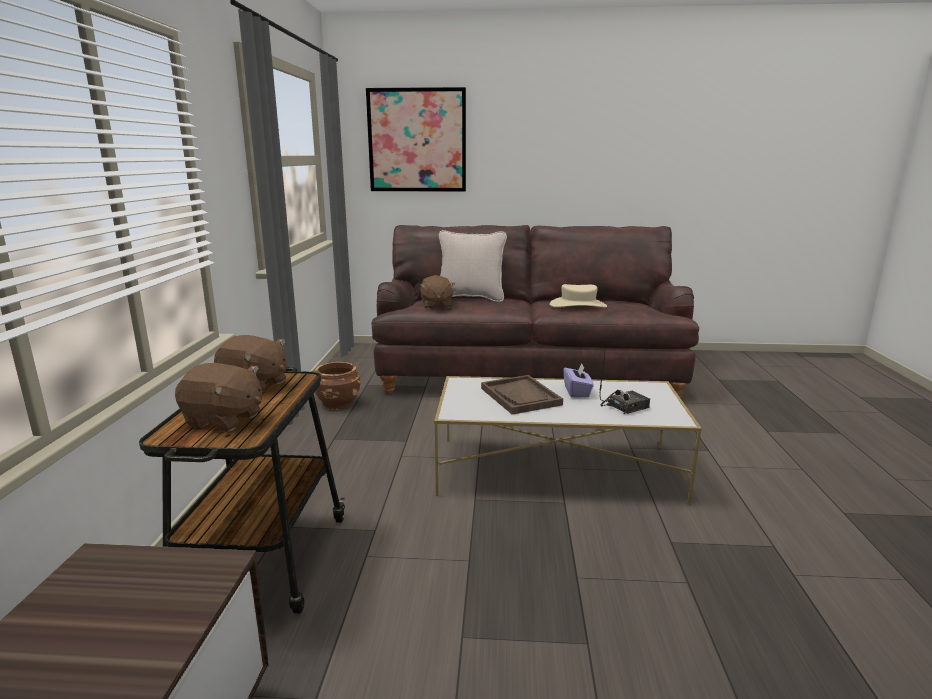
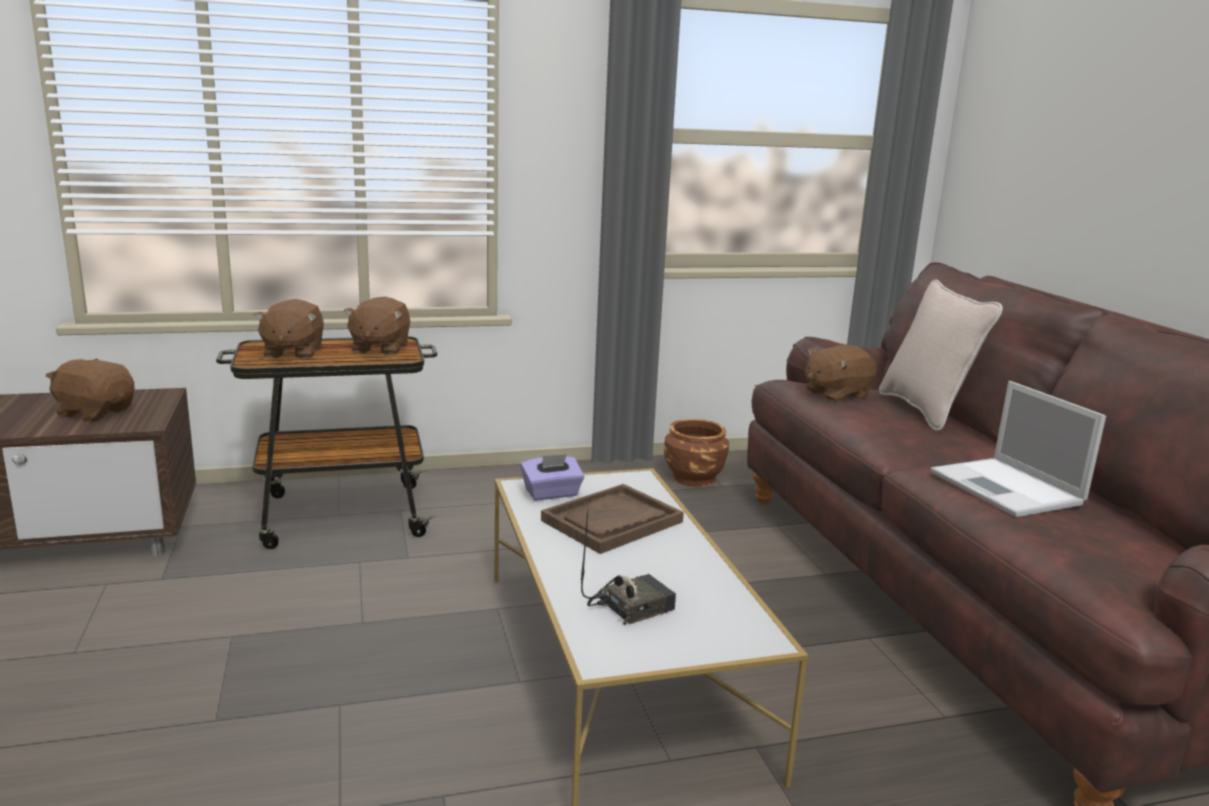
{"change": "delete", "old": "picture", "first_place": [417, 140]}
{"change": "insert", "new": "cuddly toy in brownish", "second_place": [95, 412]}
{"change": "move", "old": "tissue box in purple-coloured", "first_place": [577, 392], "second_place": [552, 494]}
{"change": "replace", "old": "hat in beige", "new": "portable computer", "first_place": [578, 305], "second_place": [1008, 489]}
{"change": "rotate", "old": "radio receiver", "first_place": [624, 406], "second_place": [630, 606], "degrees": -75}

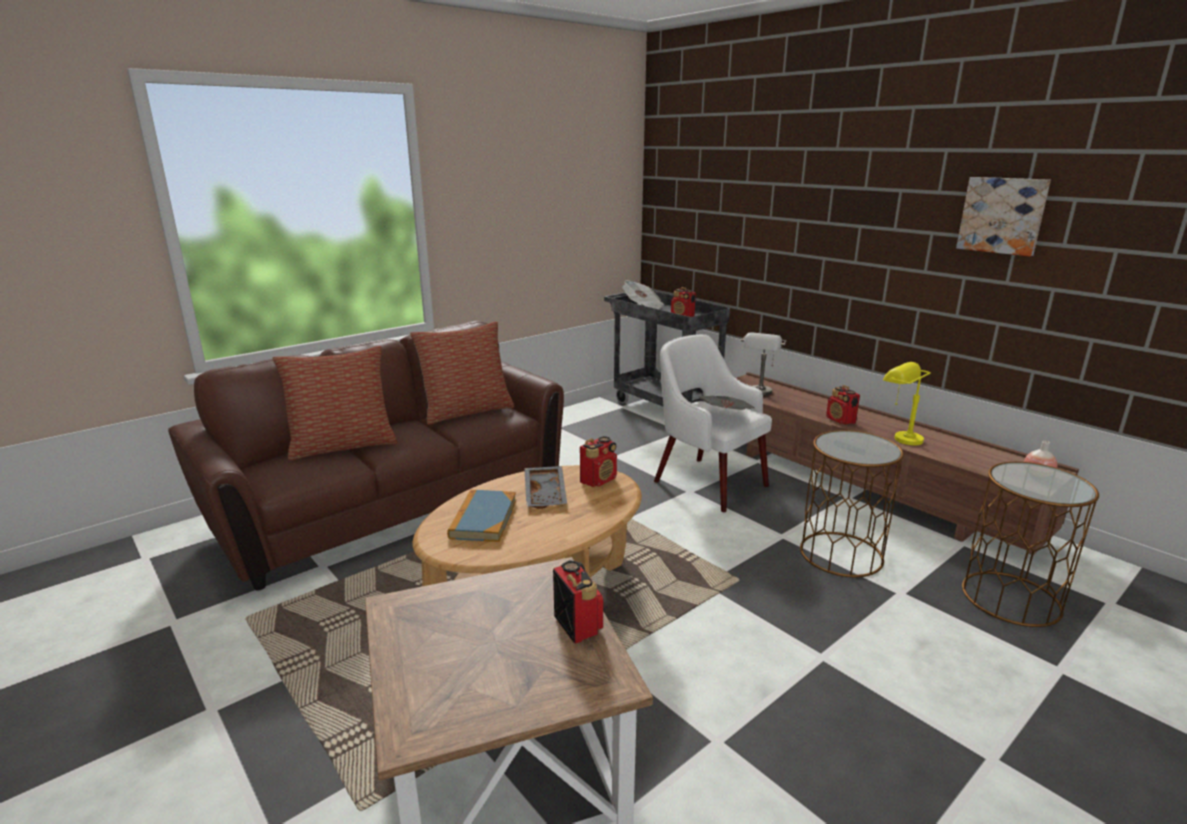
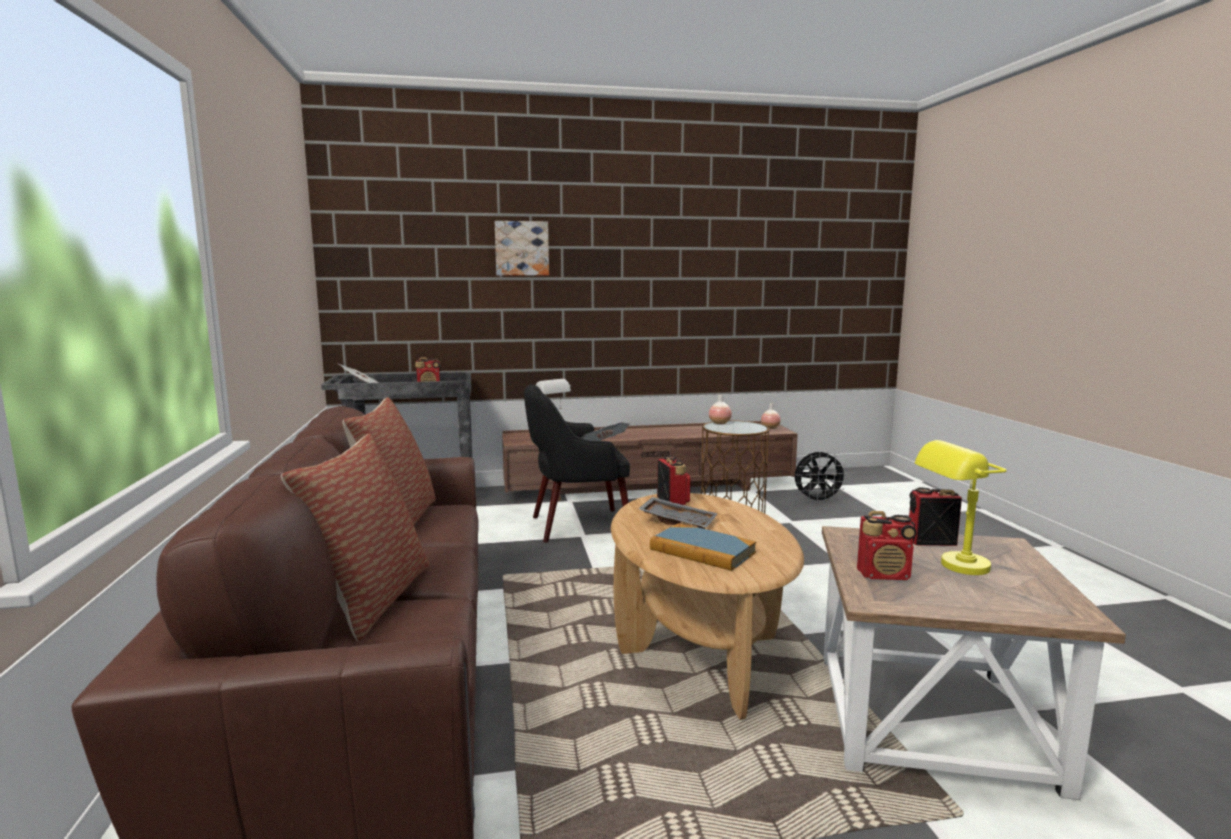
{"change": "insert", "new": "vase", "second_place": [719, 423]}
{"change": "move", "old": "radio receiver", "first_place": [841, 420], "second_place": [884, 575]}
{"change": "move", "old": "tabletop lamp in yellow-coloured", "first_place": [898, 437], "second_place": [952, 568]}
{"change": "move", "old": "picture", "first_place": [1002, 215], "second_place": [521, 248]}
{"change": "replace", "old": "end table in brownish", "new": "fan in black-coloured", "first_place": [1011, 598], "second_place": [817, 501]}
{"change": "recolor", "old": "armchair in white-coloured", "new": "armchair in black-coloured", "first_place": [707, 482], "second_place": [577, 525]}

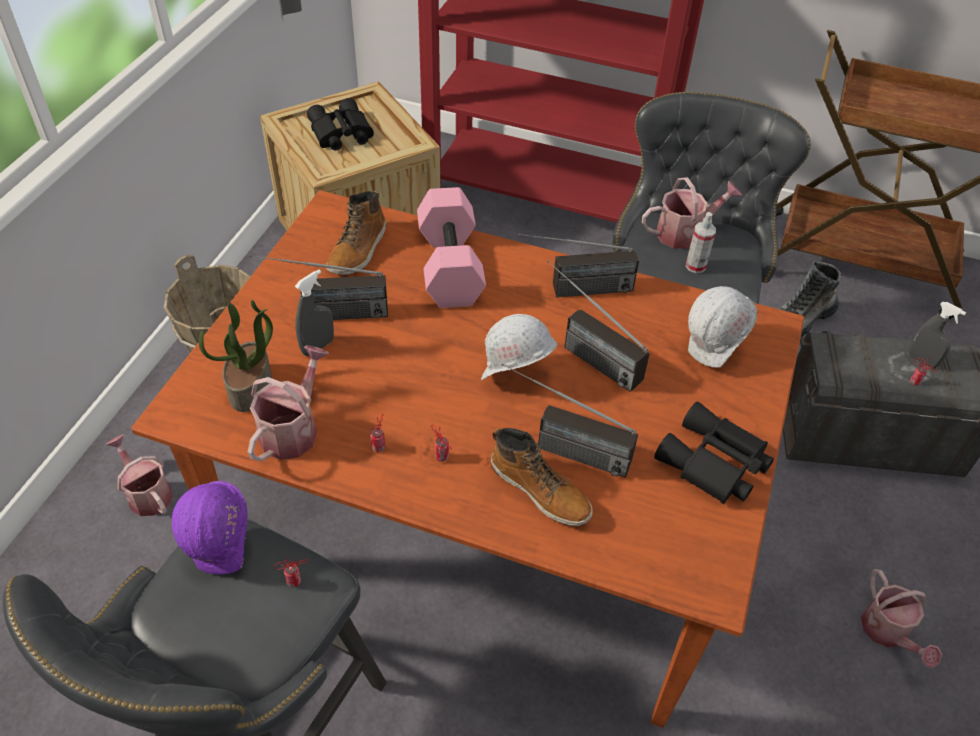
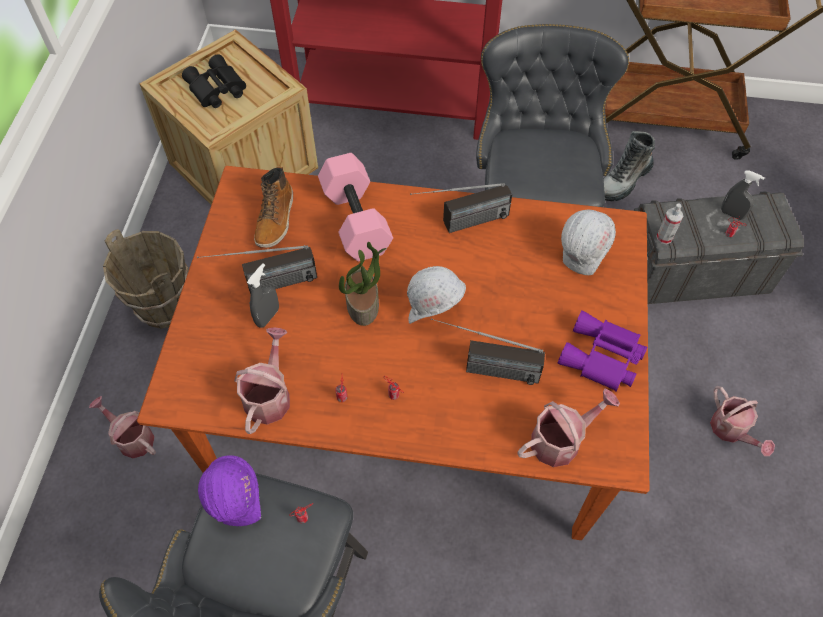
{"change": "delete", "old": "tall boot", "first_place": [540, 490]}
{"change": "delete", "old": "radio receiver", "first_place": [583, 353]}
{"change": "move", "old": "houseplant", "first_place": [251, 387], "second_place": [363, 304]}
{"change": "move", "old": "watering can", "first_place": [684, 233], "second_place": [561, 440]}
{"change": "move", "old": "spray bottle", "first_place": [695, 266], "second_place": [664, 237]}
{"change": "recolor", "old": "pair of binoculars in black-coloured", "new": "pair of binoculars in purple-coloured", "first_place": [713, 464], "second_place": [602, 358]}

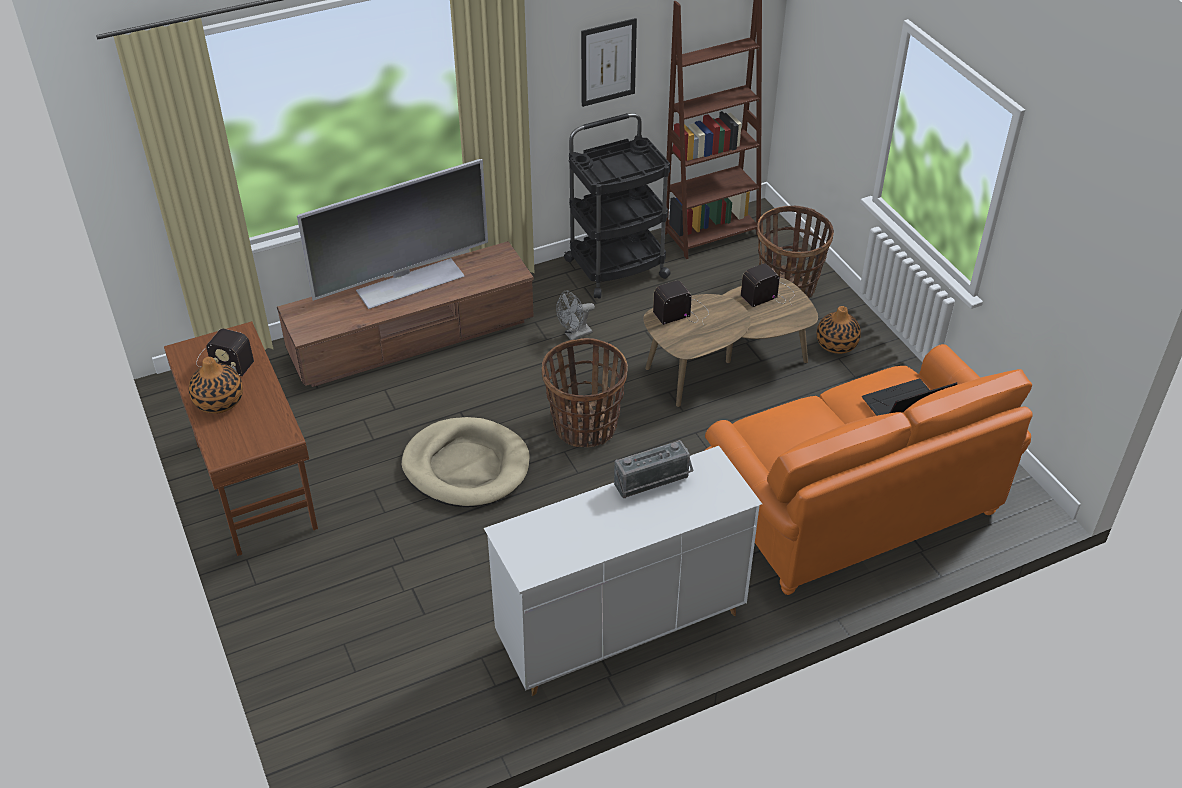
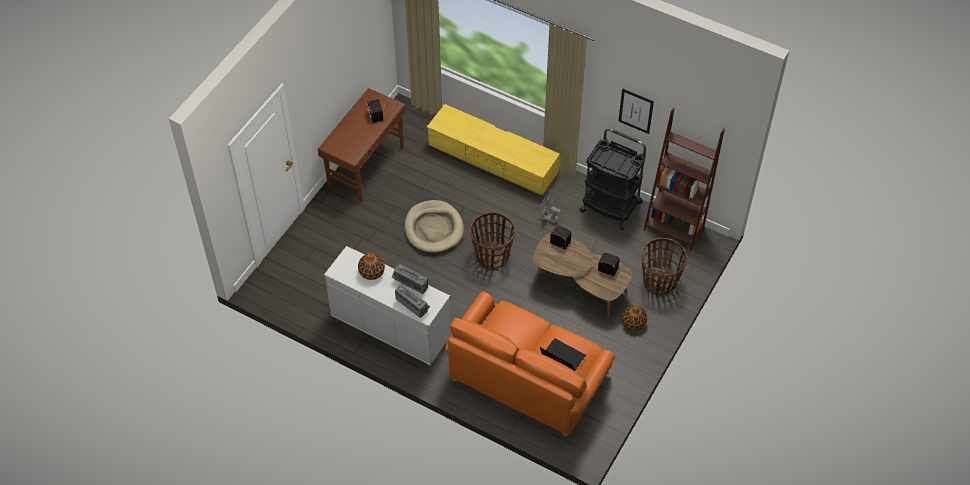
{"change": "delete", "old": "TV set", "first_place": [409, 282]}
{"change": "insert", "new": "radio receiver", "second_place": [413, 304]}
{"change": "move", "old": "vase", "first_place": [219, 401], "second_place": [371, 272]}
{"change": "recolor", "old": "media console in brownish", "new": "media console in yellow-coloured", "first_place": [412, 339], "second_place": [493, 161]}

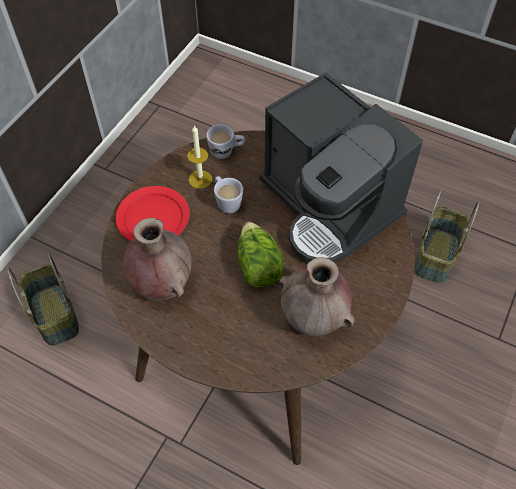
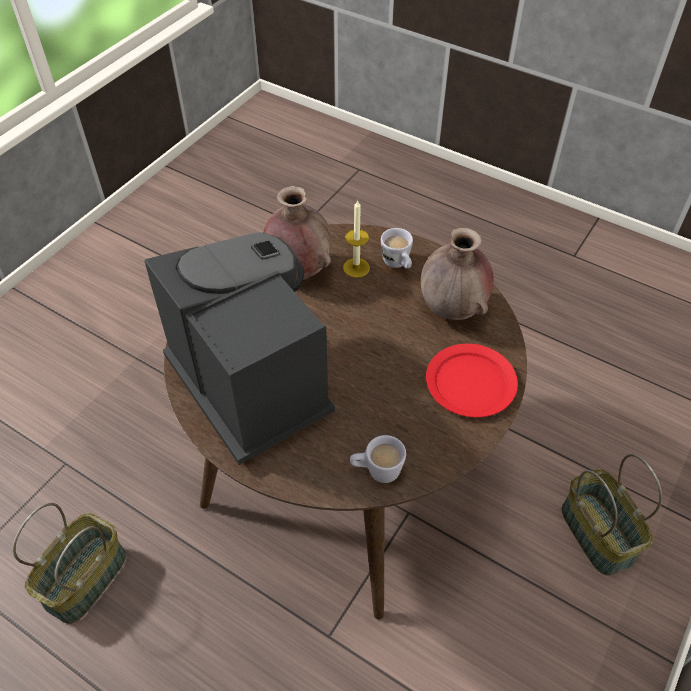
{"change": "delete", "old": "lettuce", "first_place": [258, 265]}
{"change": "move", "old": "wax light", "first_place": [200, 179], "second_place": [356, 267]}
{"change": "move", "old": "tea mug in white-coloured", "first_place": [226, 202], "second_place": [398, 264]}

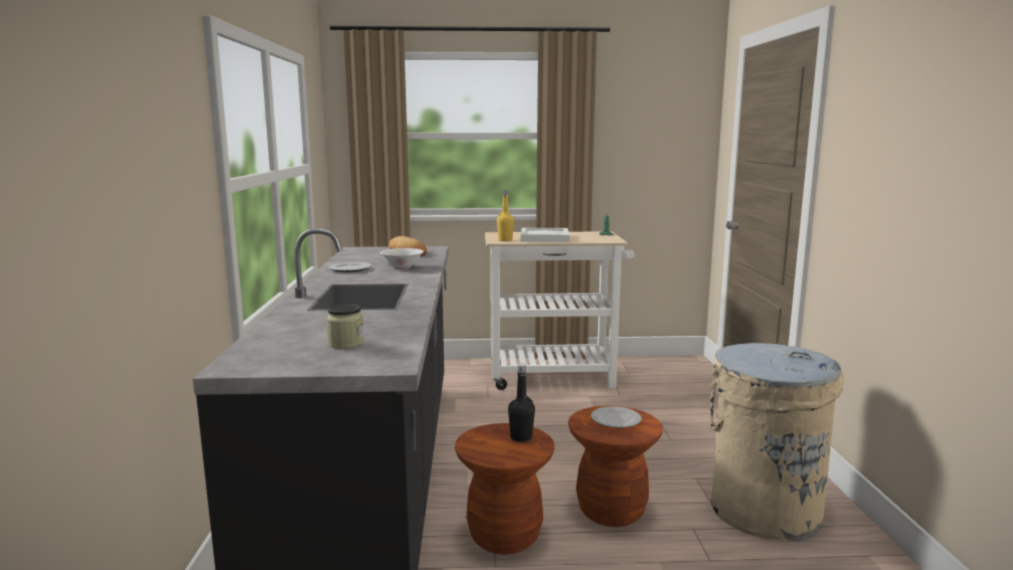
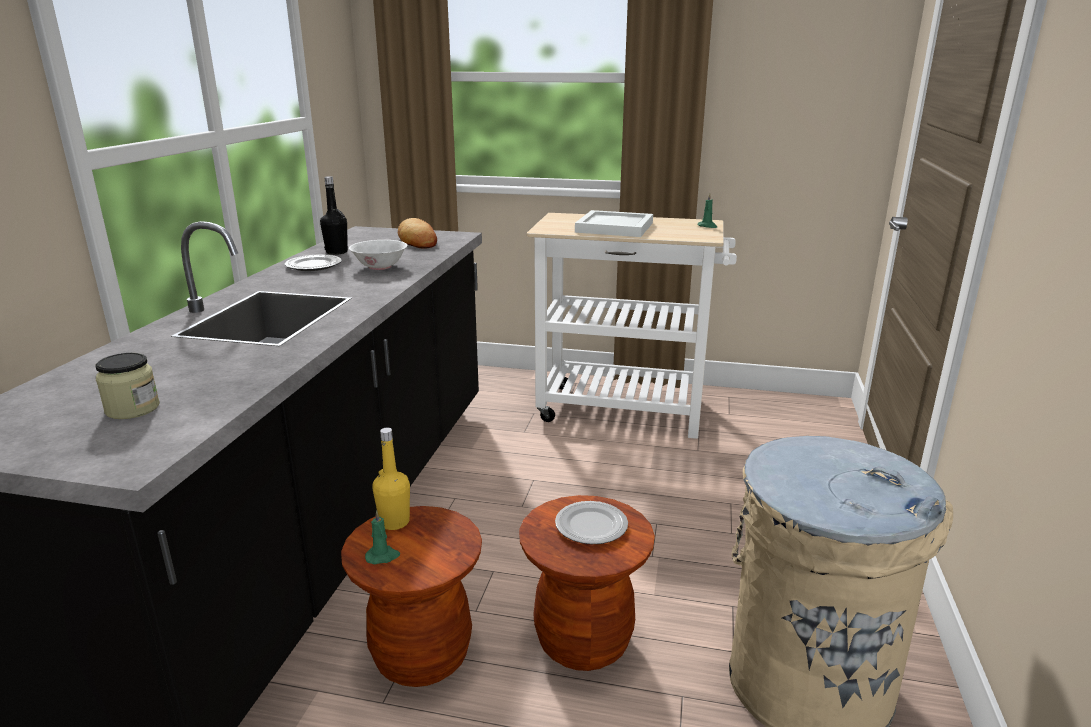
{"change": "insert", "new": "wax light in green", "second_place": [383, 556]}
{"change": "move", "old": "beverage bottle in yellow-coloured", "first_place": [505, 240], "second_place": [394, 522]}
{"change": "move", "old": "beverage bottle in black-coloured", "first_place": [521, 437], "second_place": [337, 252]}

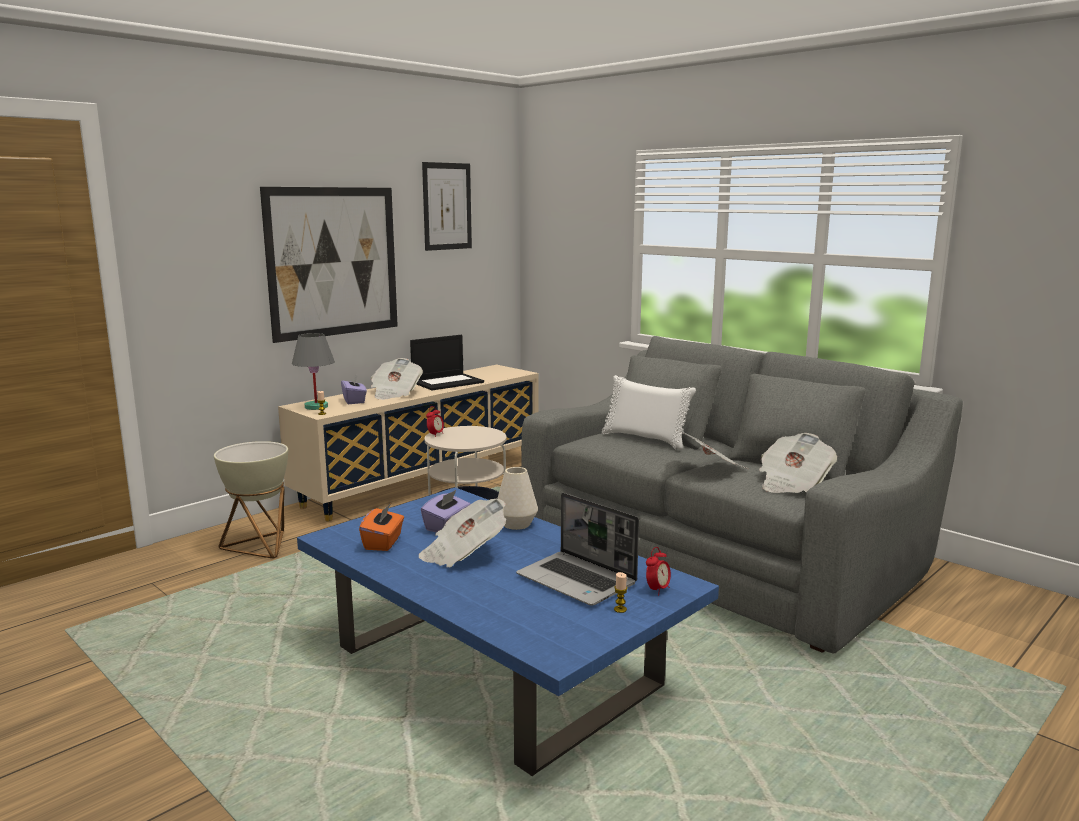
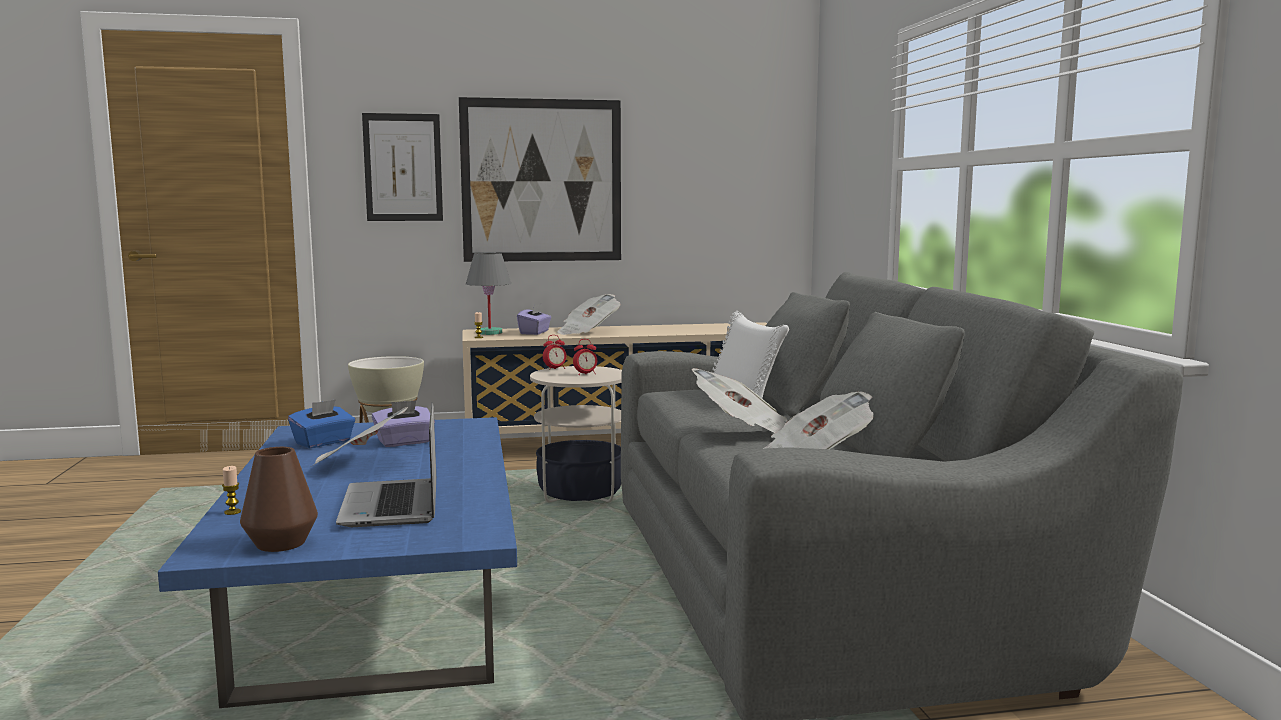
{"change": "delete", "old": "portable computer", "first_place": [448, 382]}
{"change": "delete", "old": "vase in white-coloured", "first_place": [516, 524]}
{"change": "insert", "new": "vase in brownish", "second_place": [281, 543]}
{"change": "move", "old": "picture", "first_place": [447, 206], "second_place": [403, 167]}
{"change": "move", "old": "wax light", "first_place": [620, 609], "second_place": [232, 512]}
{"change": "move", "old": "table clock", "first_place": [657, 590], "second_place": [585, 374]}
{"change": "recolor", "old": "tissue box in orange-coloured", "new": "tissue box in blue", "first_place": [383, 542], "second_place": [323, 442]}

